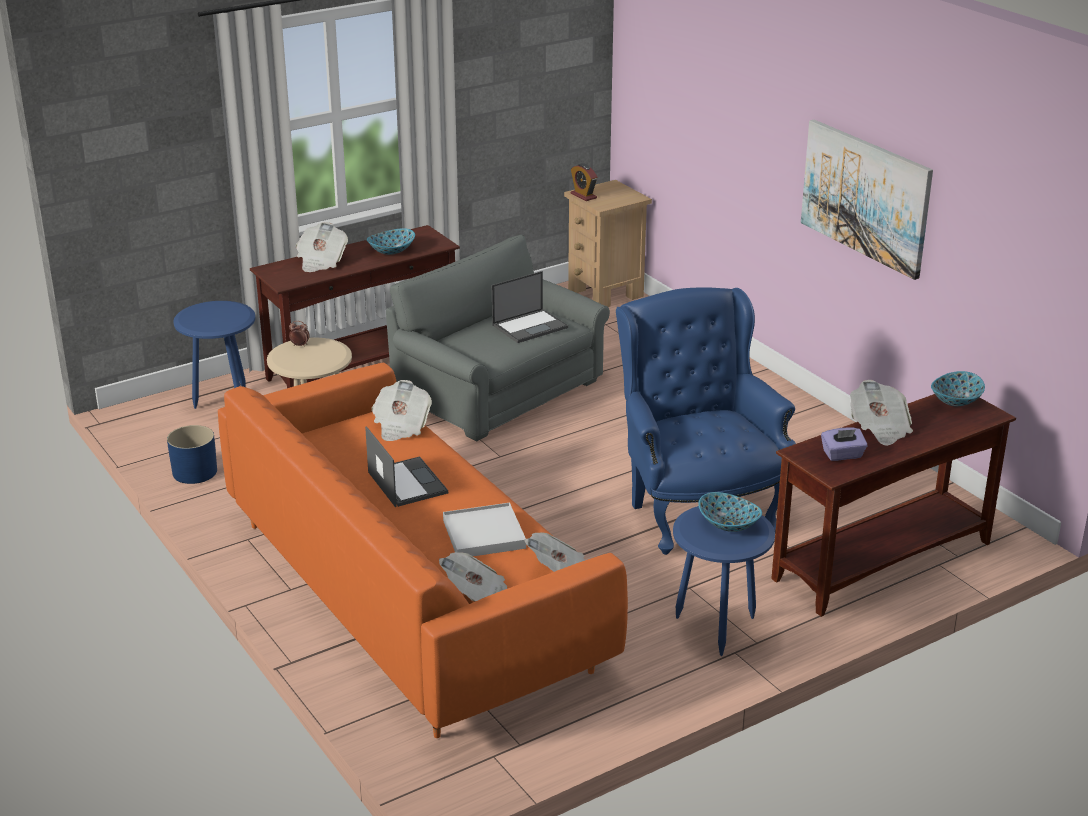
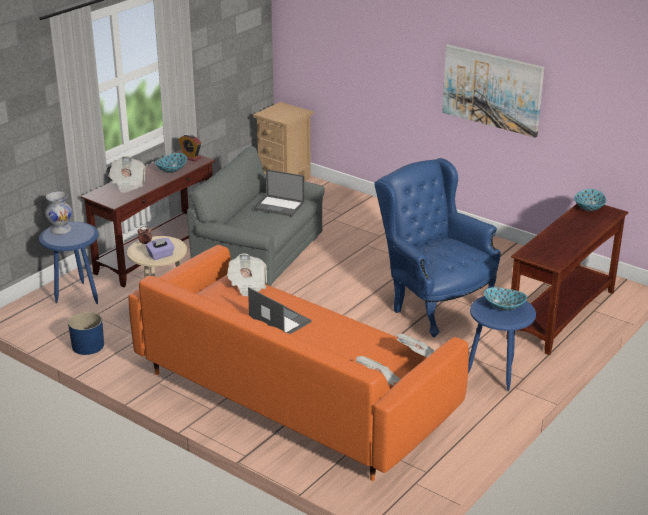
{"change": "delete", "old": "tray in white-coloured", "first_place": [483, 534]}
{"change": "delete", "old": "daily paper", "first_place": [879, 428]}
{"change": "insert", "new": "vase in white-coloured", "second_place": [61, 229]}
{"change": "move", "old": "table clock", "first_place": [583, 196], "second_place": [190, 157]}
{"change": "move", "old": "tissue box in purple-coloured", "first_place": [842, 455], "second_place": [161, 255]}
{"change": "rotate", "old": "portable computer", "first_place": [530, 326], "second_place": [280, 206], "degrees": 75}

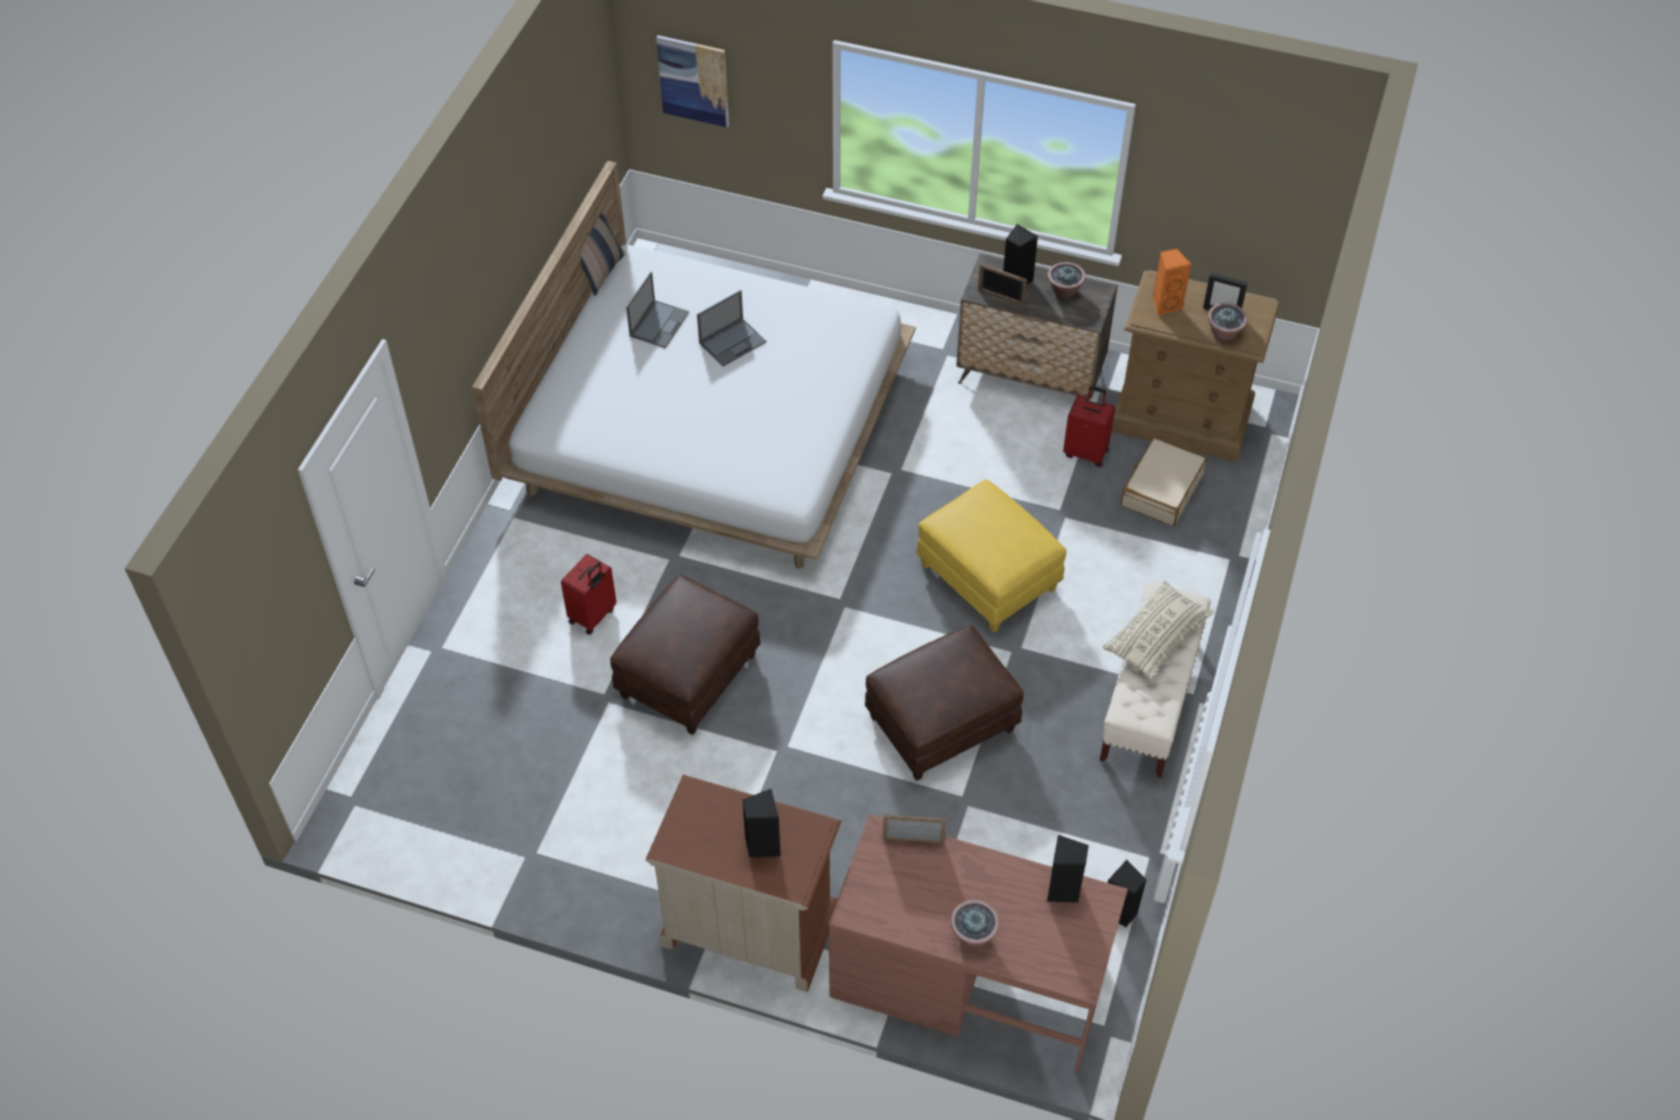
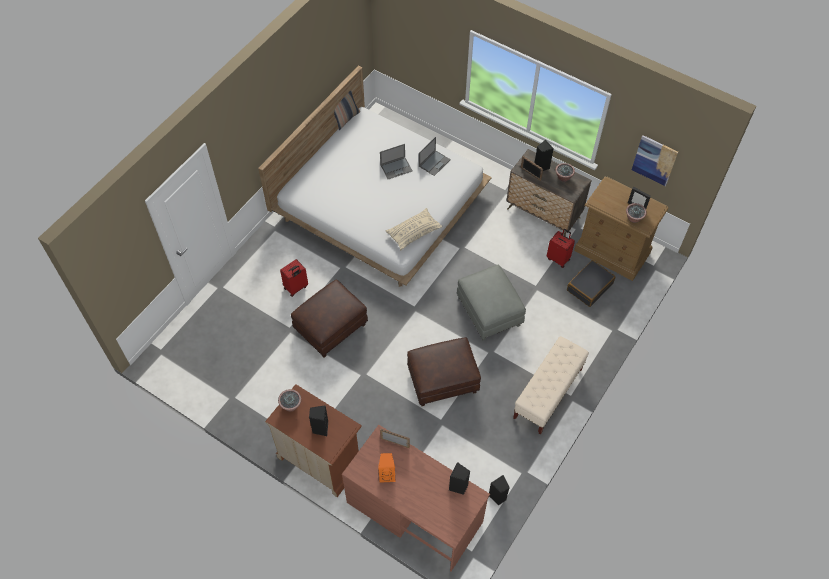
{"change": "move", "old": "portable computer", "first_place": [659, 323], "second_place": [434, 162]}
{"change": "move", "old": "picture", "first_place": [694, 80], "second_place": [654, 160]}
{"change": "move", "old": "houseplant", "first_place": [973, 934], "second_place": [291, 405]}
{"change": "move", "old": "throw pillow in beige", "first_place": [1156, 637], "second_place": [414, 232]}
{"change": "move", "old": "loudspeaker in orange-coloured", "first_place": [1165, 304], "second_place": [387, 475]}
{"change": "recolor", "old": "pouffe in yellow-coloured", "new": "pouffe in grey", "first_place": [989, 577], "second_place": [490, 312]}
{"change": "recolor", "old": "travel case in beige", "new": "travel case in black-coloured", "first_place": [1161, 490], "second_place": [589, 287]}

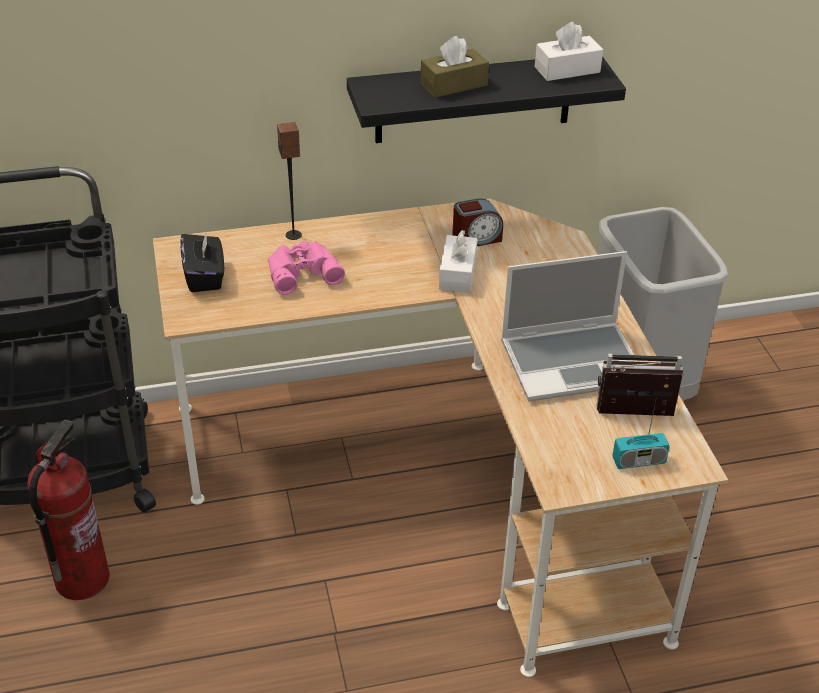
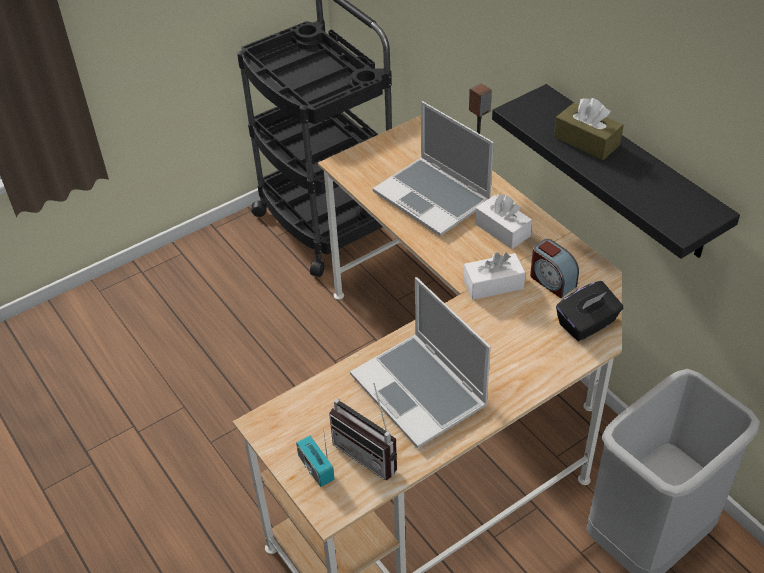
{"change": "delete", "old": "fire extinguisher", "first_place": [82, 579]}
{"change": "move", "old": "tissue box in black-coloured", "first_place": [205, 276], "second_place": [587, 324]}
{"change": "move", "old": "tissue box in white-coloured", "first_place": [567, 70], "second_place": [502, 230]}
{"change": "replace", "old": "pair of binoculars in pink-coloured", "new": "portable computer", "first_place": [301, 271], "second_place": [434, 198]}
{"change": "rotate", "old": "radio receiver", "first_place": [634, 417], "second_place": [371, 452], "degrees": 150}

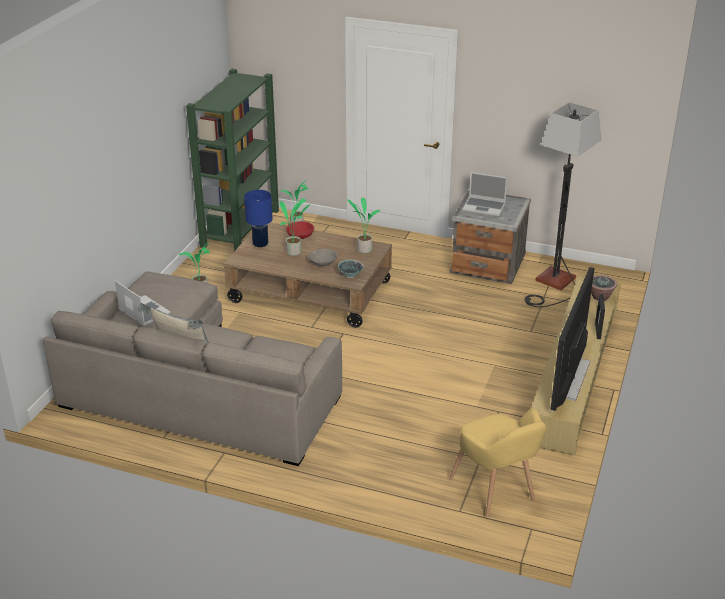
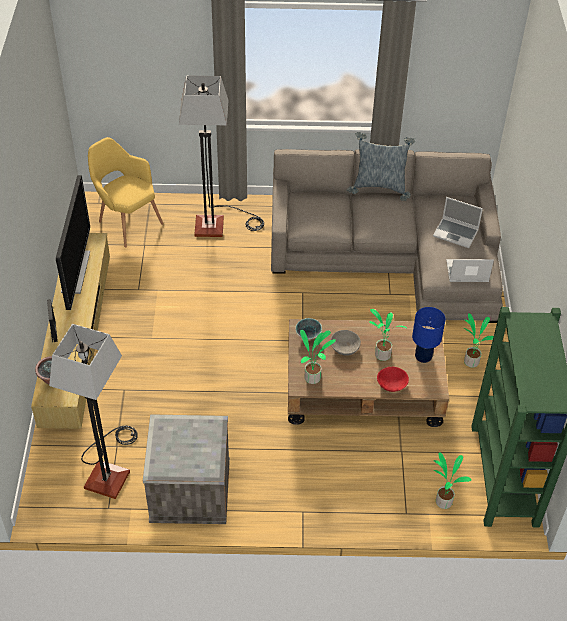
{"change": "insert", "new": "floor lamp", "second_place": [219, 225]}
{"change": "move", "old": "portable computer", "first_place": [484, 207], "second_place": [466, 272]}

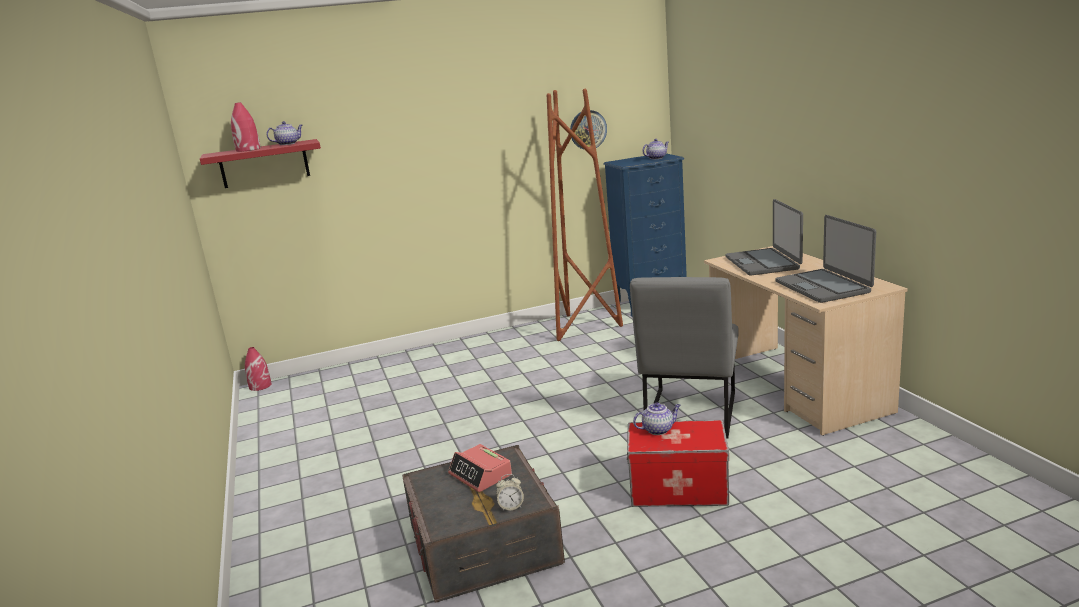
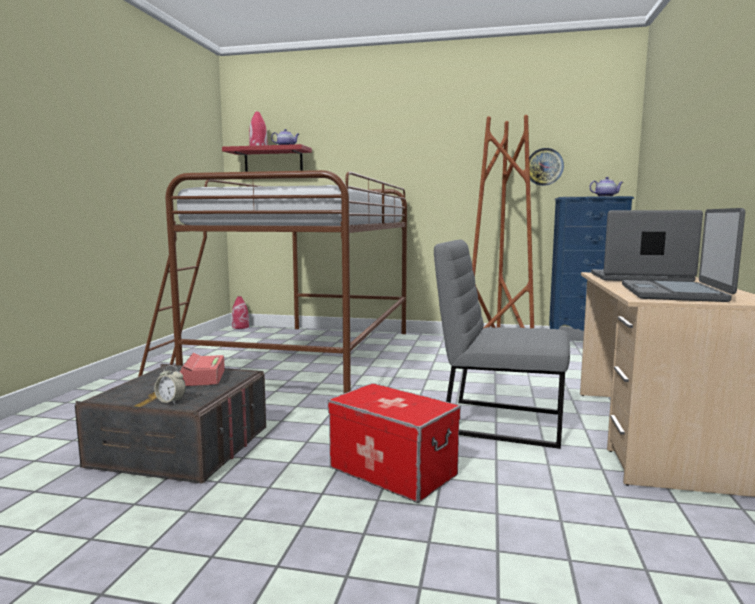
{"change": "delete", "old": "teapot", "first_place": [658, 429]}
{"change": "insert", "new": "sleeping bed in brownish", "second_place": [311, 359]}
{"change": "rotate", "old": "chair in grey", "first_place": [690, 414], "second_place": [499, 422], "degrees": 60}
{"change": "rotate", "old": "portable computer", "first_place": [763, 263], "second_place": [640, 278], "degrees": 75}

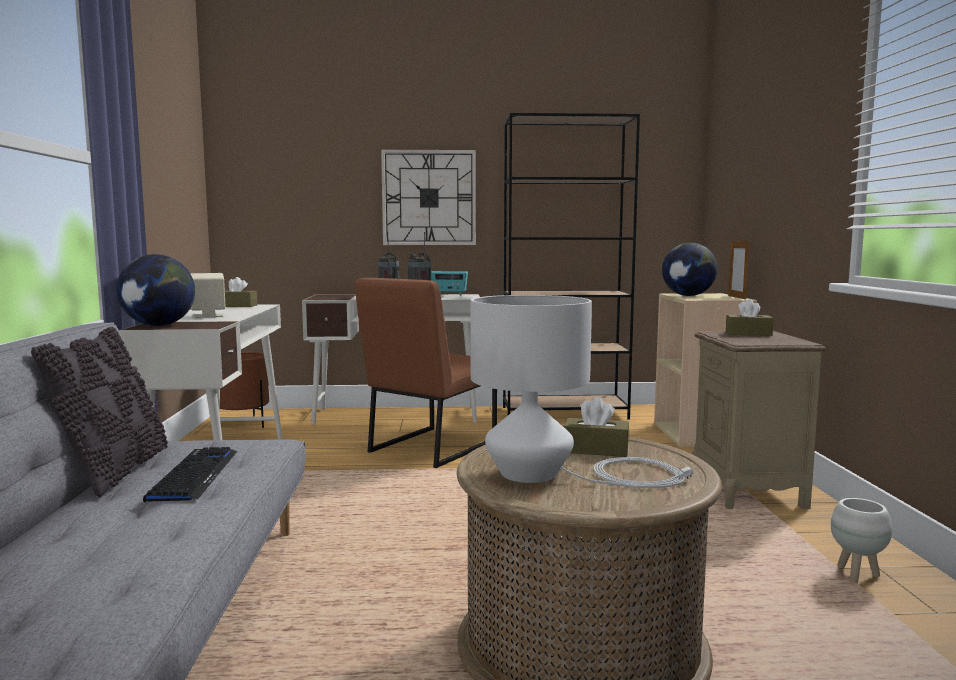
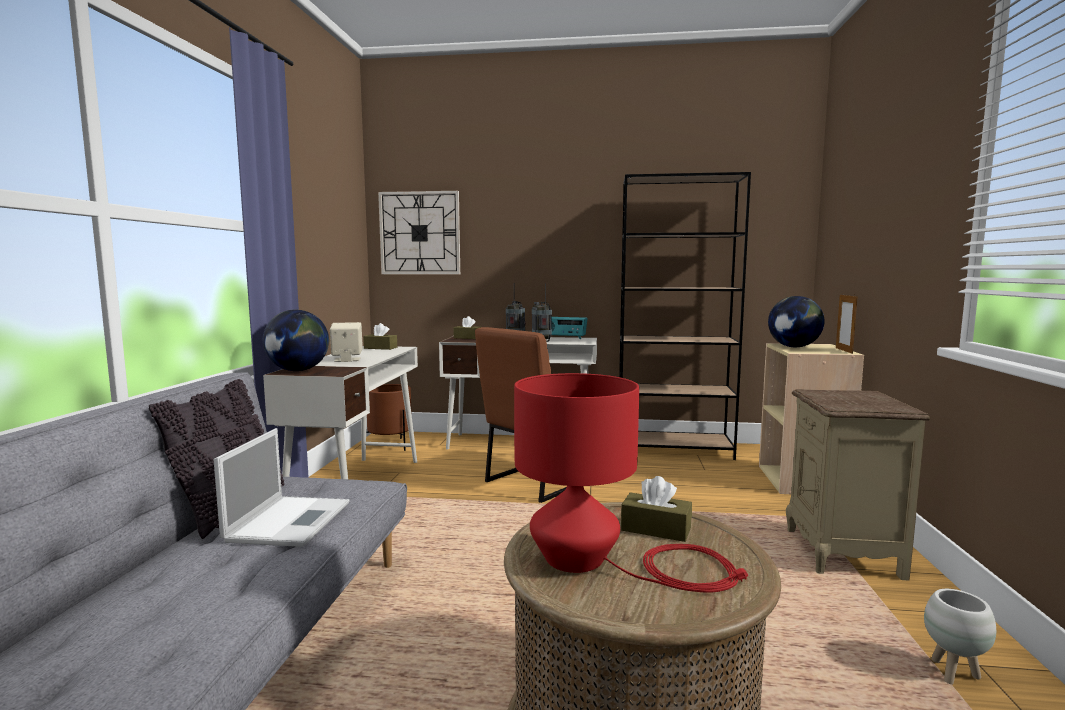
{"change": "move", "old": "hanging clock", "first_place": [429, 198], "second_place": [420, 233]}
{"change": "move", "old": "tissue box in brownish", "first_place": [748, 333], "second_place": [468, 338]}
{"change": "replace", "old": "keyboard", "new": "portable computer", "first_place": [194, 475], "second_place": [290, 520]}
{"change": "recolor", "old": "tabletop lamp in white-coloured", "new": "tabletop lamp in red", "first_place": [571, 473], "second_place": [618, 562]}

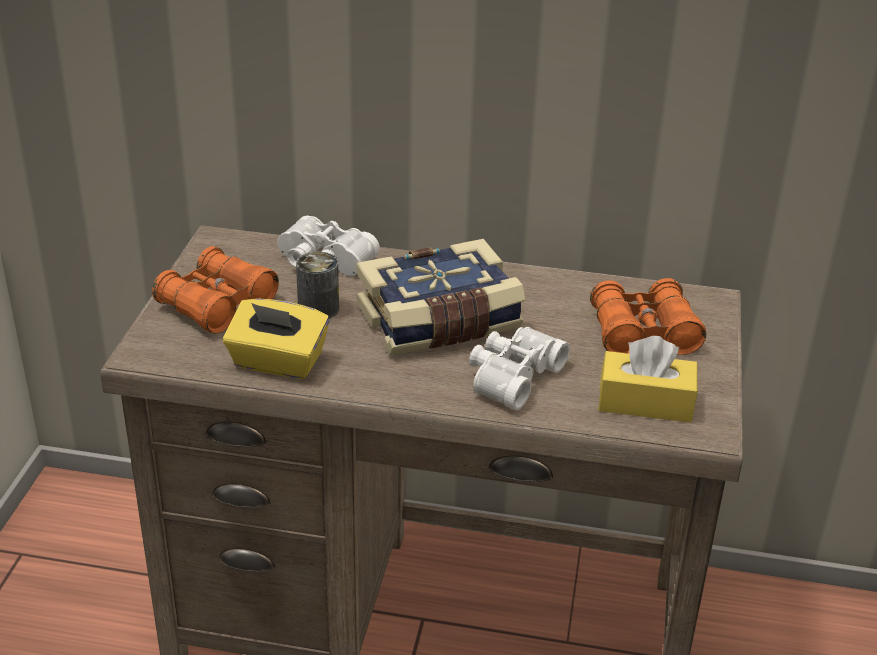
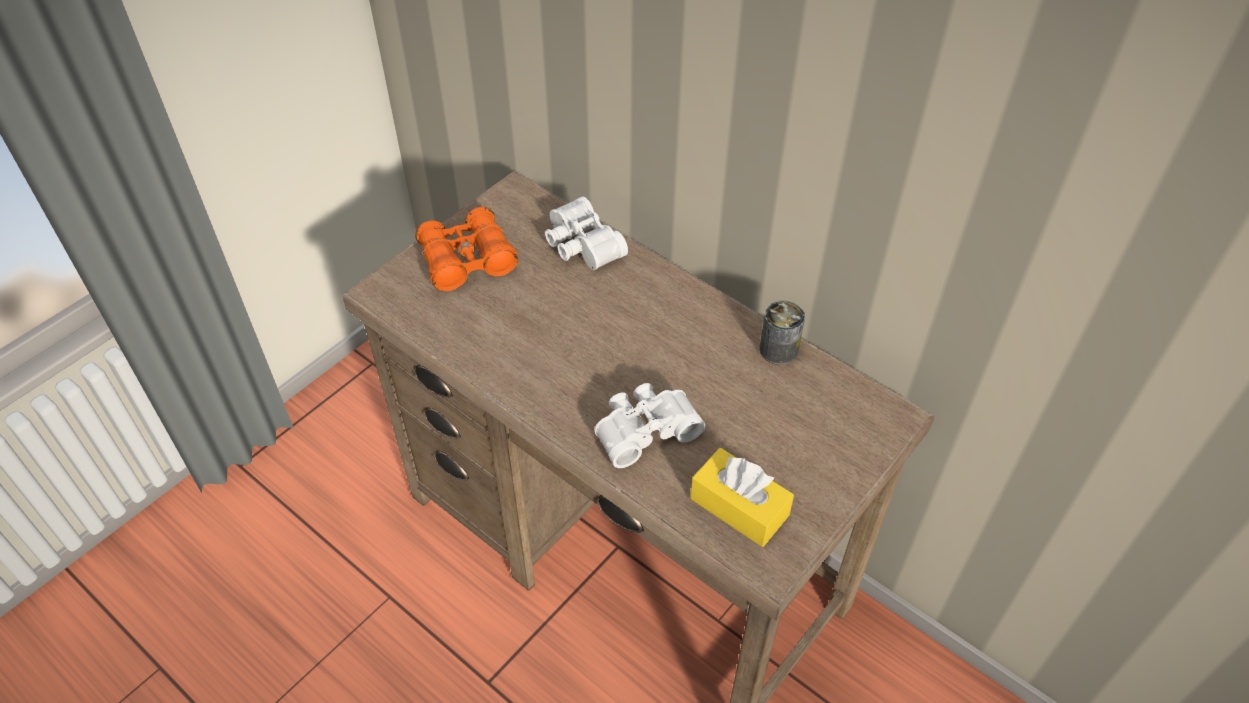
{"change": "delete", "old": "tissue box in yellow-coloured", "first_place": [277, 362]}
{"change": "delete", "old": "bound book", "first_place": [440, 322]}
{"change": "delete", "old": "pair of binoculars in orange-coloured", "first_place": [643, 333]}
{"change": "move", "old": "metal can", "first_place": [318, 308], "second_place": [778, 349]}

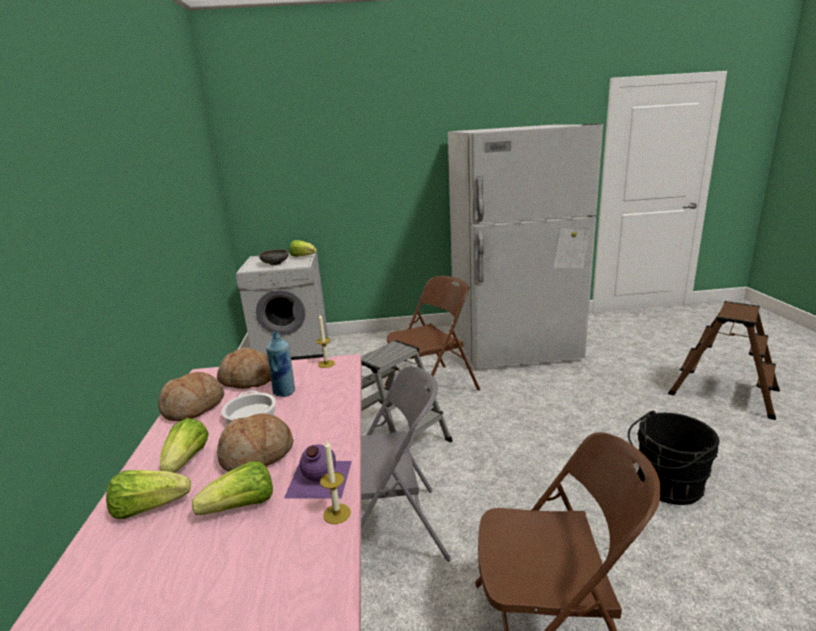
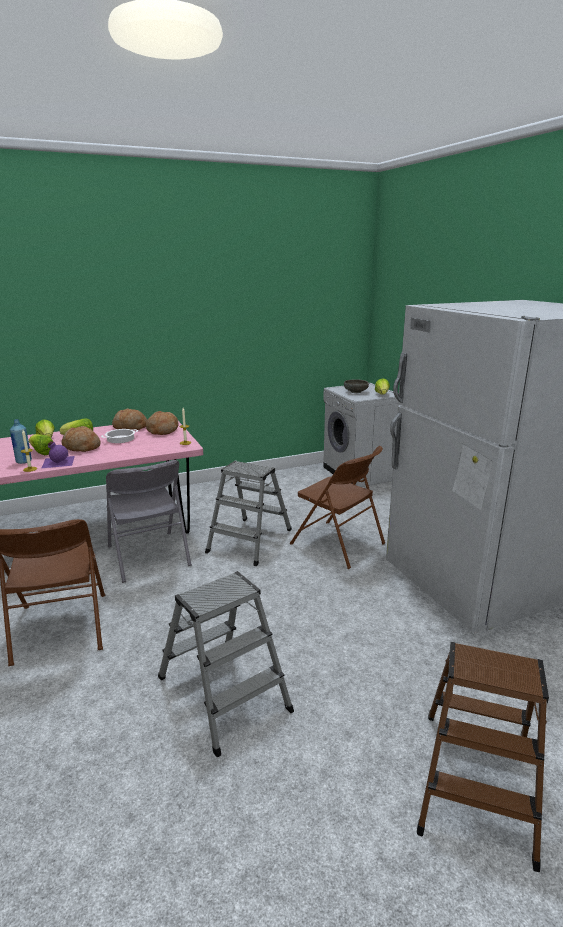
{"change": "move", "old": "beverage bottle in blue", "first_place": [284, 392], "second_place": [24, 461]}
{"change": "replace", "old": "bucket in black-coloured", "new": "stepladder in grey", "first_place": [666, 486], "second_place": [223, 693]}

